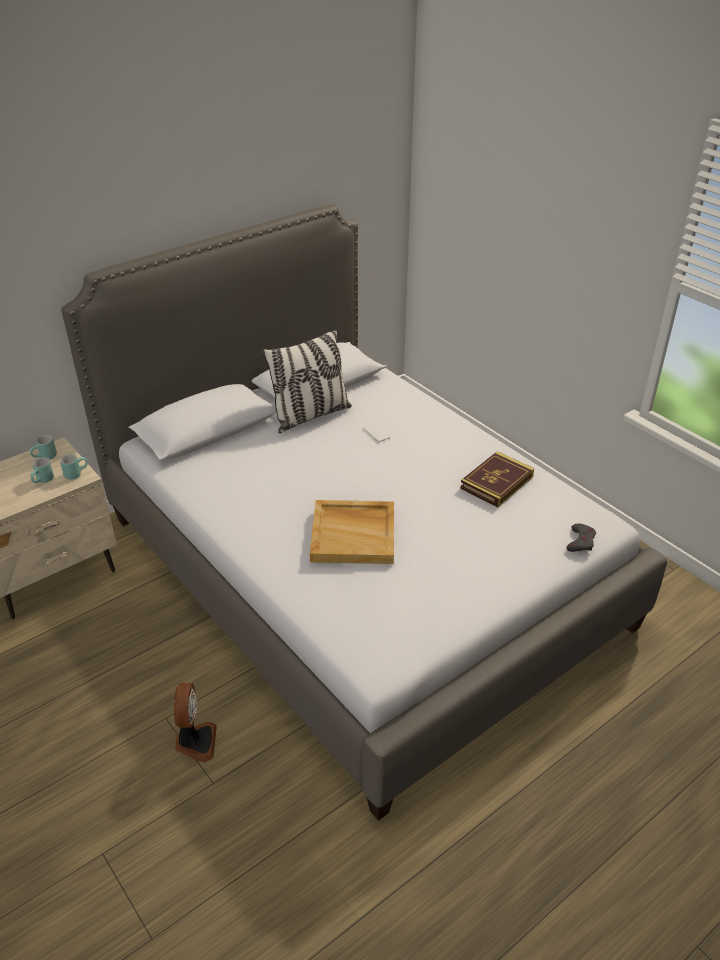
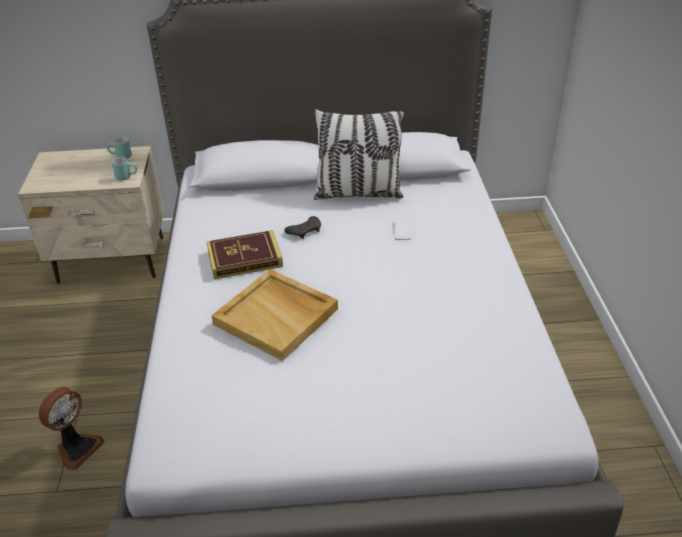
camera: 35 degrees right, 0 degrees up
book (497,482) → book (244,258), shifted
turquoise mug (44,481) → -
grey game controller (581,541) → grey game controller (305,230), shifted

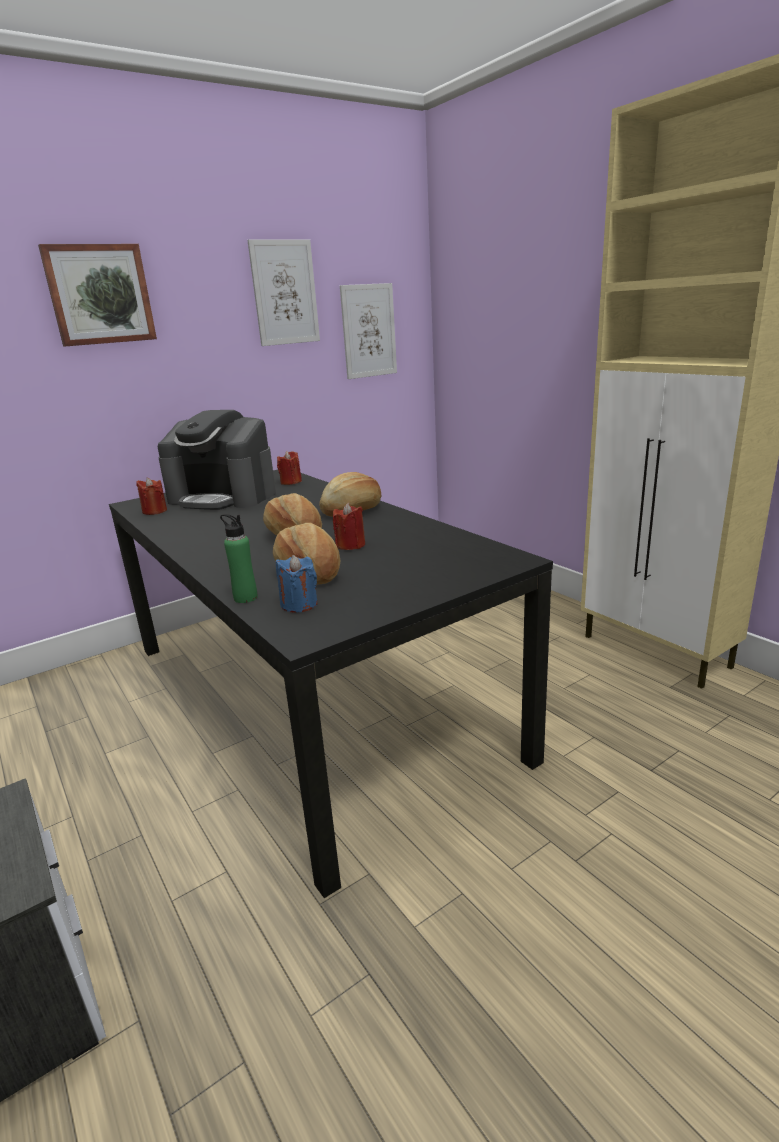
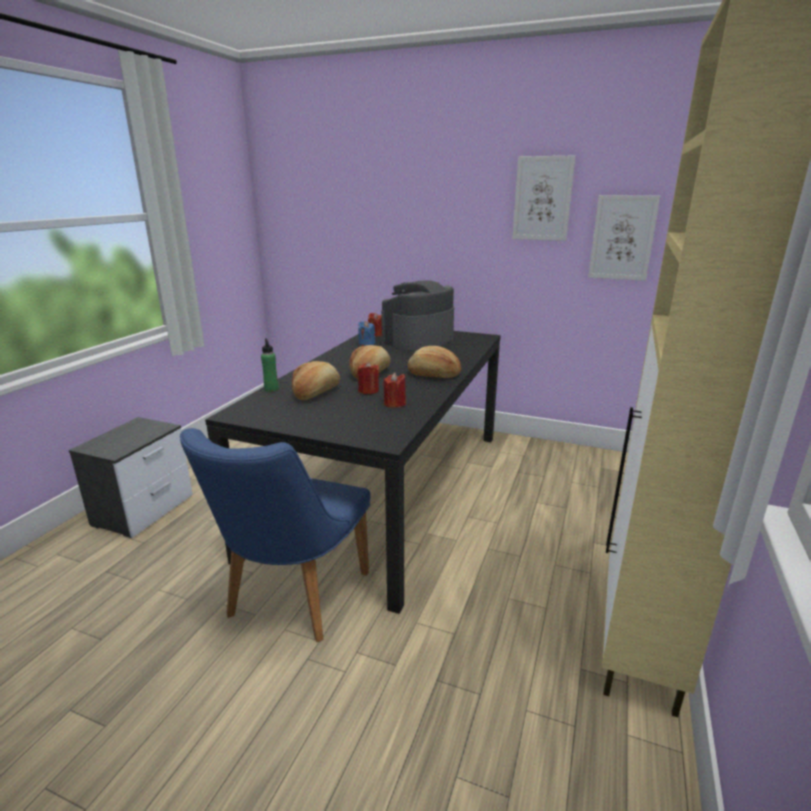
camera: 55 degrees right, 0 degrees up
picture (100,295) → -
coffee machine (224,497) → coffee machine (418,339), 60 degrees clockwise
red candle (291,482) → red candle (394,403), shifted
blue candle (299,604) → blue candle (366,344), shifted
- → blue chair (290,601)

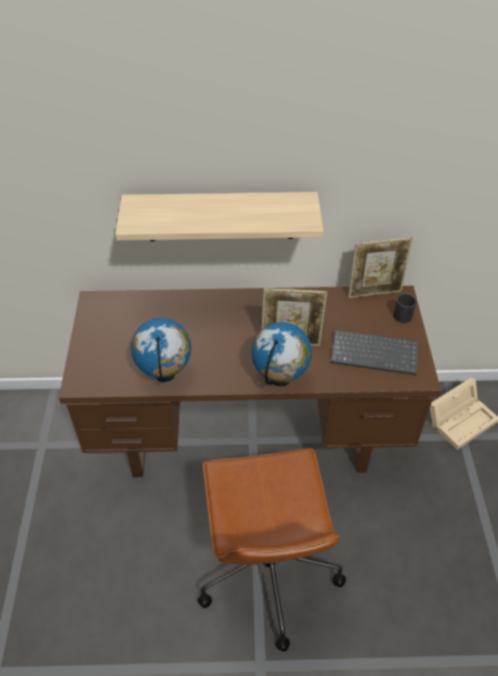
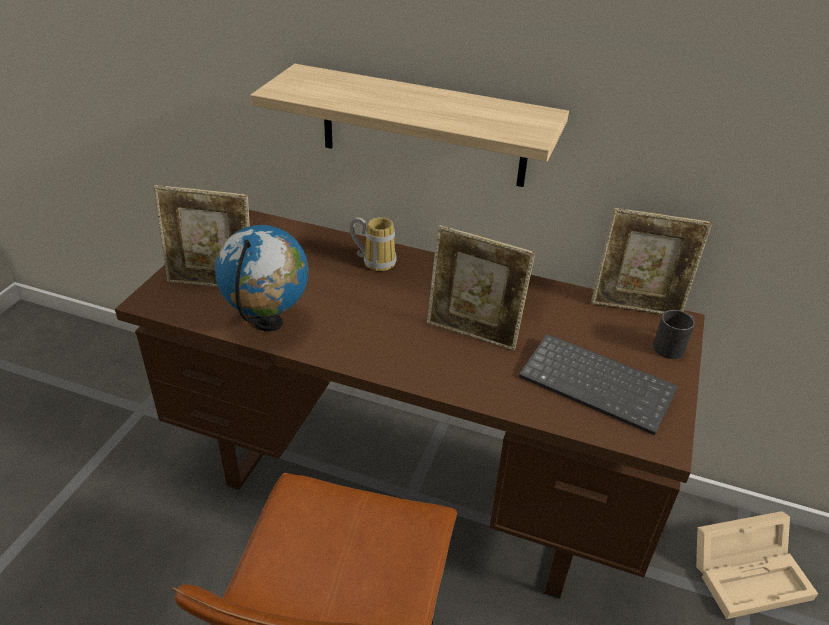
camera: 20 degrees right, 10 degrees down
globe (280,380) → -
- → picture frame (213,283)
- → mug (375,260)

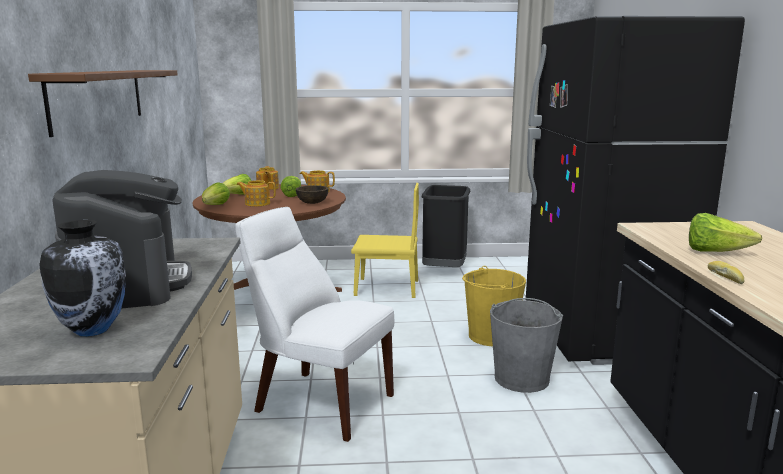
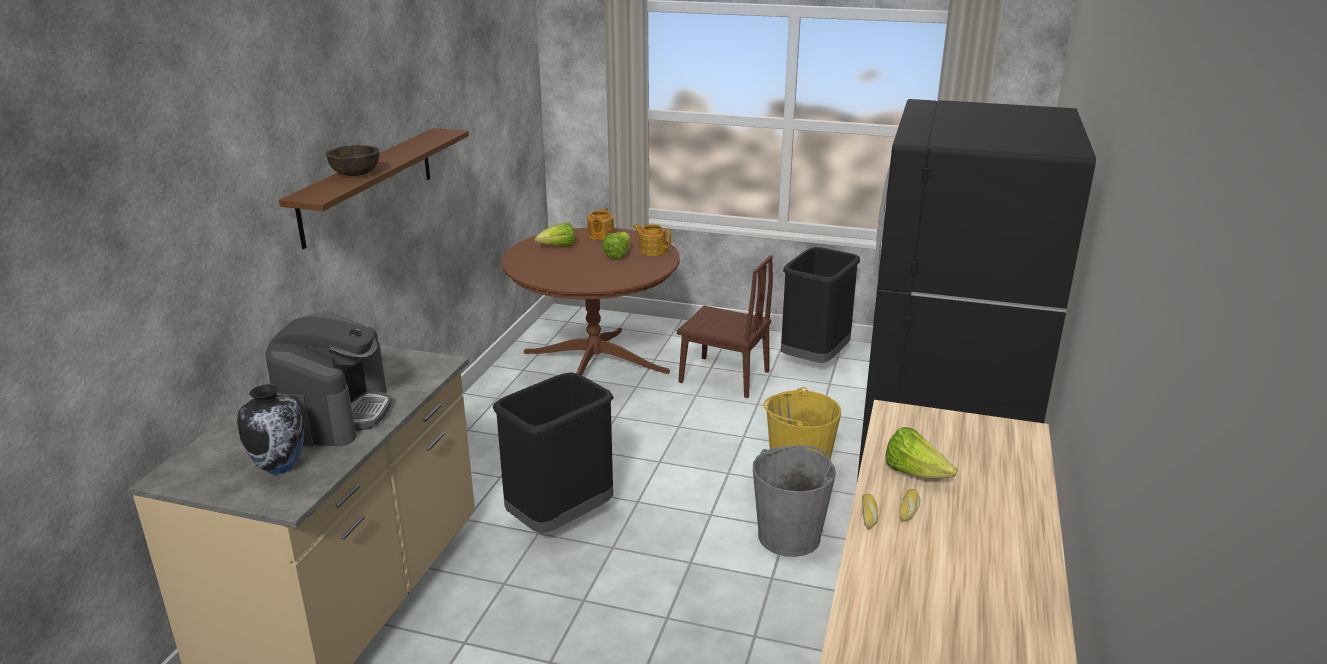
camera: 20 degrees right, 10 degrees up
teapot (257,203) → -
lettuce (215,206) → -
yellow chair (386,288) → brown chair (724,377)
brown bowl (312,203) → brown bowl (355,174), shifted
white chair (319,402) → black trash can (560,518)
- → bread (909,509)

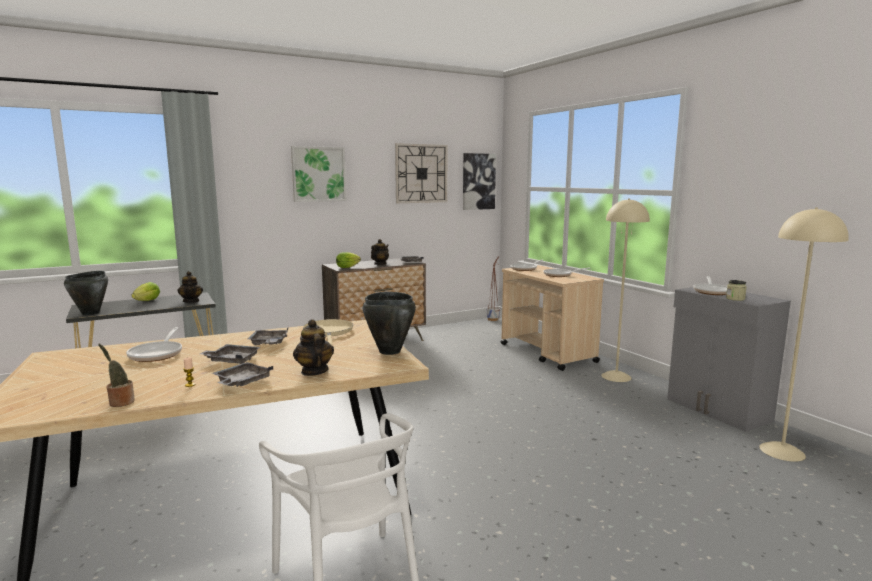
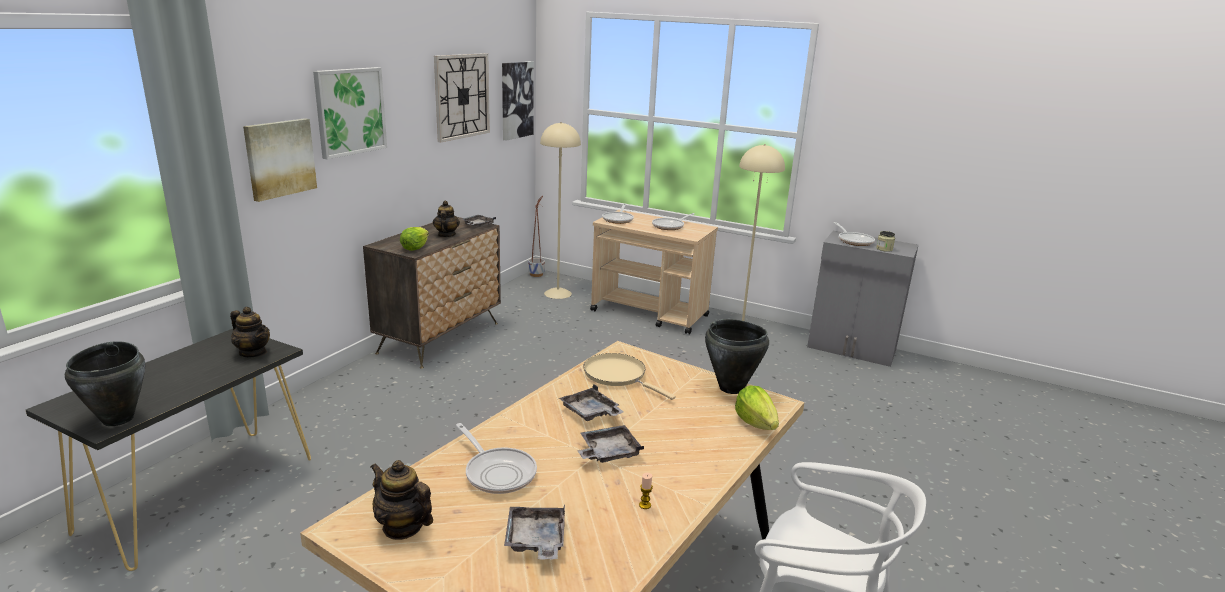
camera: 35 degrees left, 10 degrees up
beige floor lamp (781,451) → beige floor lamp (557,293), shifted
lettuce (147,301) → lettuce (755,423), shifted
teapot (314,371) → teapot (403,527), shifted
potted plant (120,402) → -
grey tray (241,382) → grey tray (536,540), shifted
- → picture (279,158)

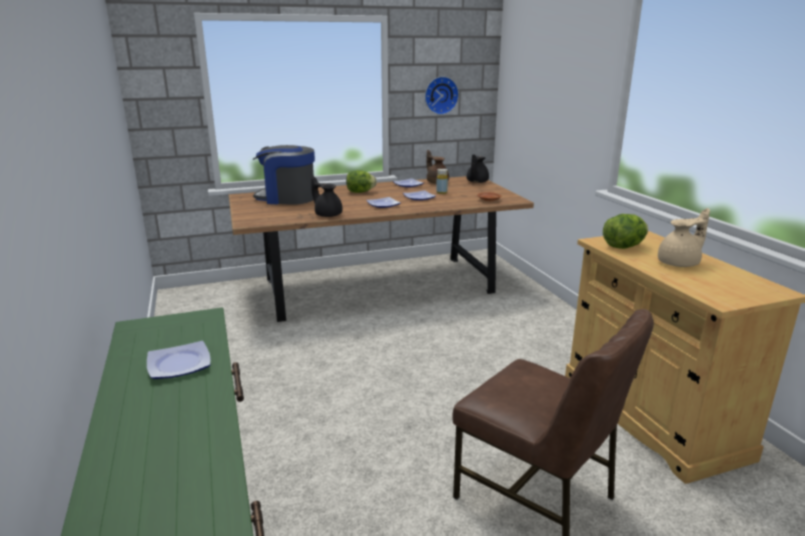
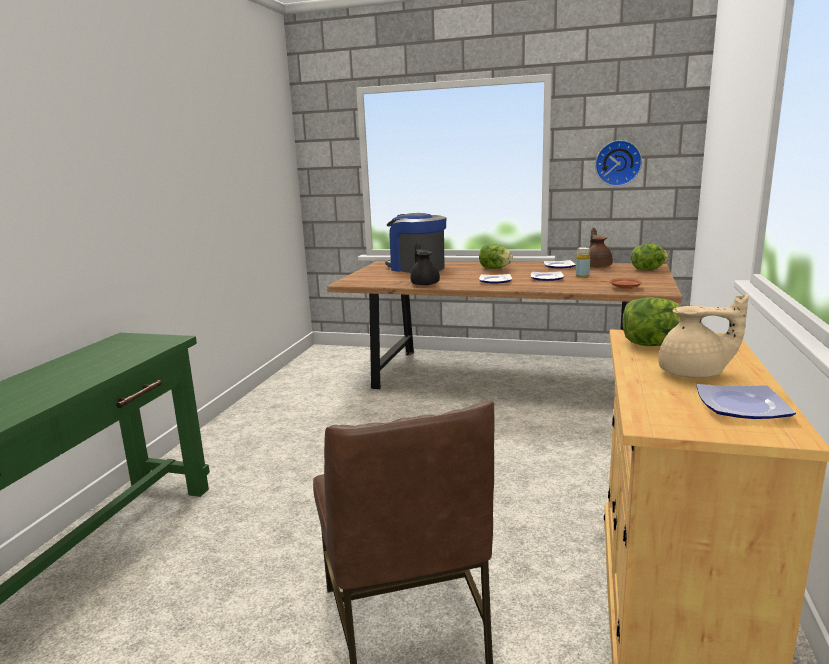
camera: 35 degrees right, 5 degrees down
black teapot (476,182) → lettuce (648,270)
plate (180,364) → plate (744,407), shifted

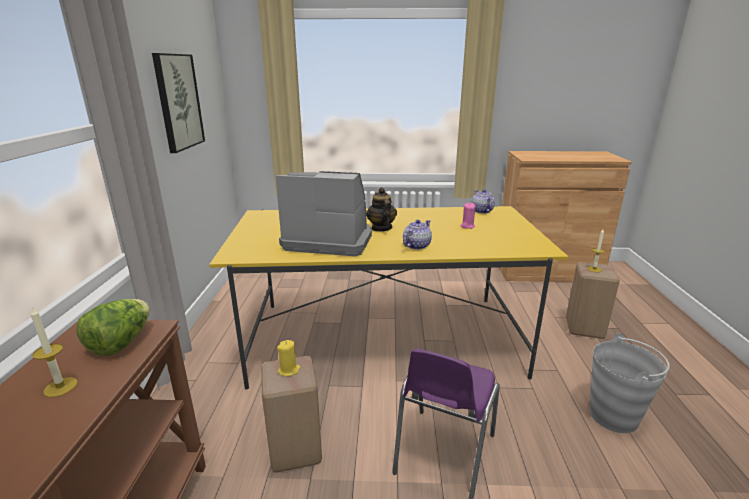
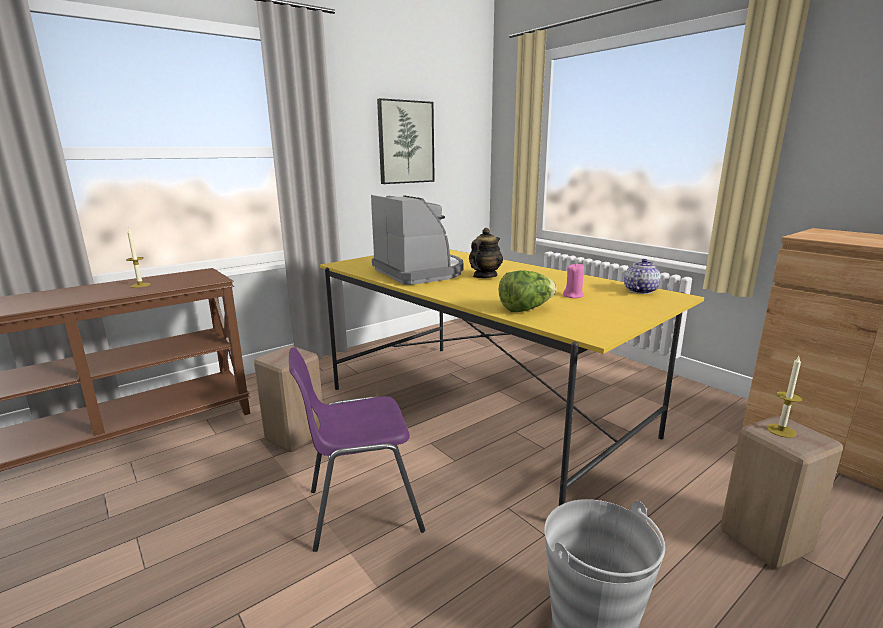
camera: 50 degrees right, 5 degrees down
teapot (416,246) → -
lettuce (121,343) → lettuce (526,309), shifted
yellow candle (289,370) → -

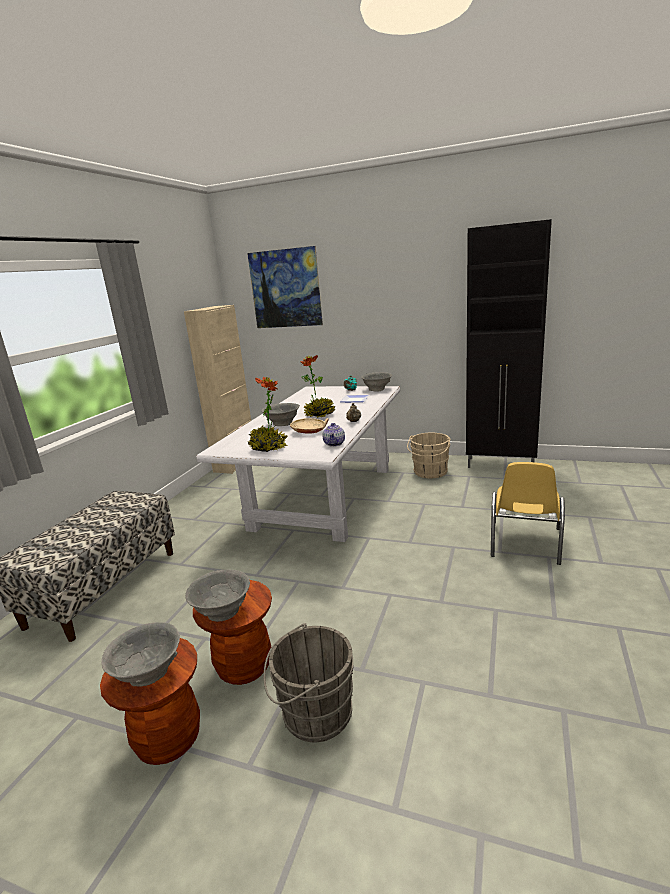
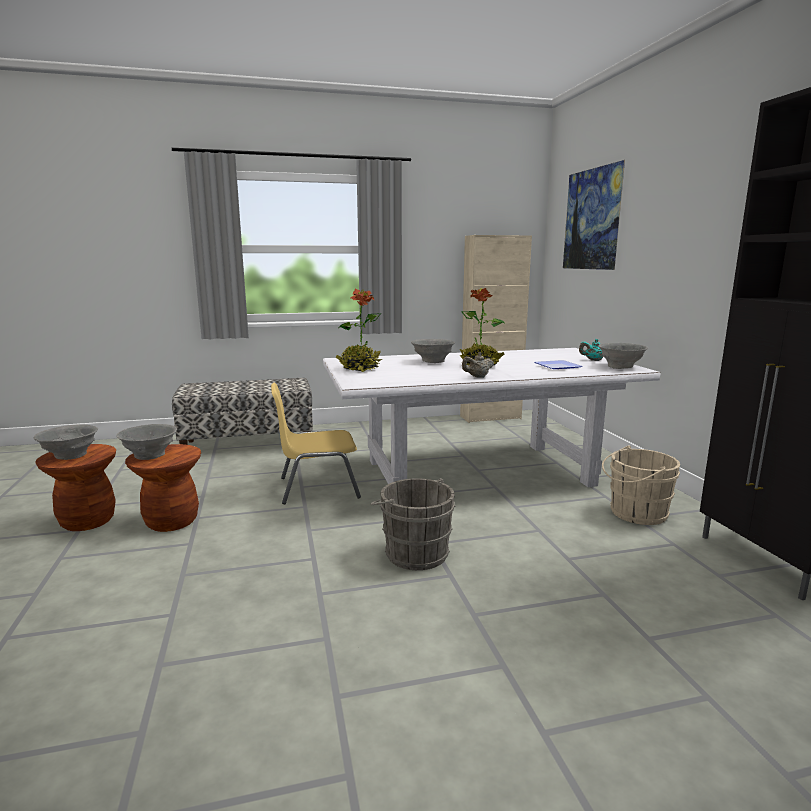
camera: 55 degrees right, 5 degrees down
beige bowl (310,431) → -
teapot (334,443) → -
yellow chair (524,543) → yellow chair (317,487), shifted
grey bucket (313,713) → grey bucket (414,552), shifted

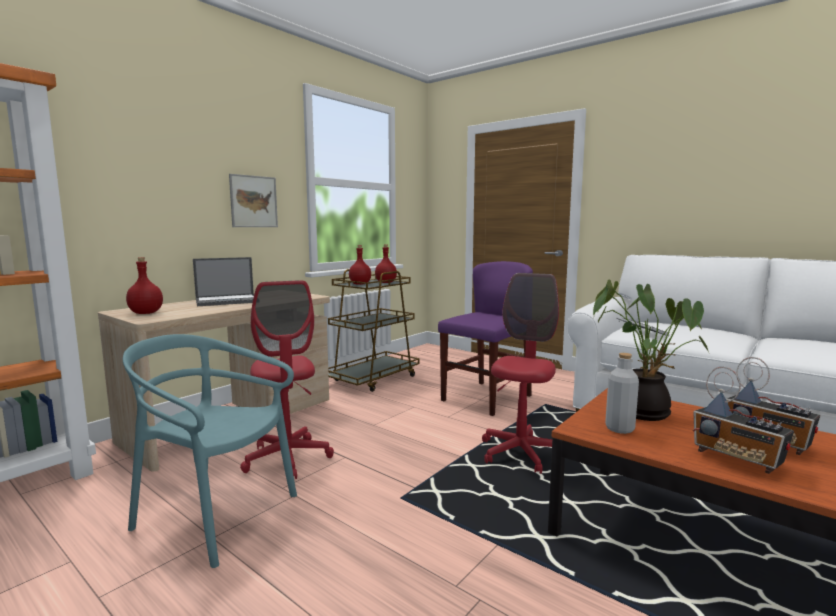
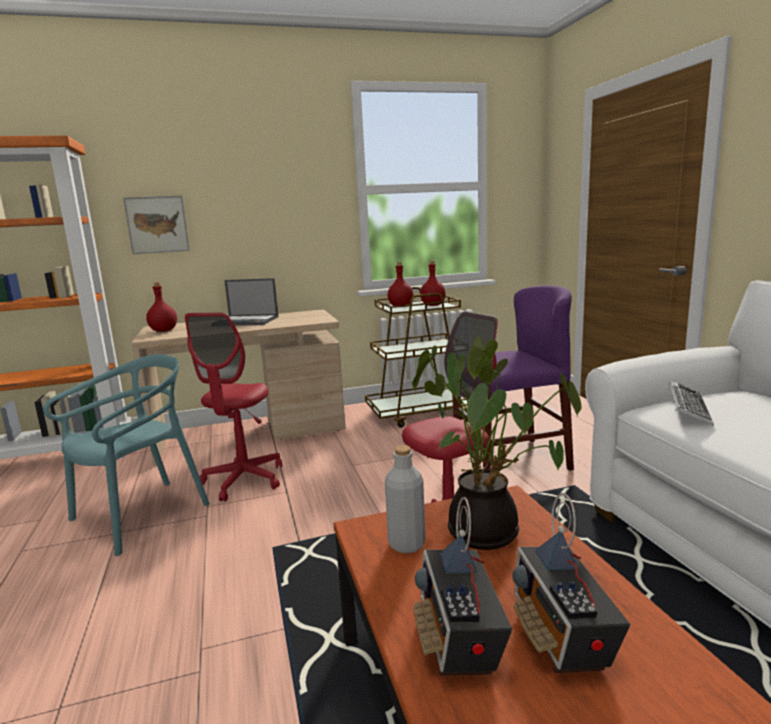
camera: 35 degrees right, 5 degrees up
picture (253,201) → picture (157,224), shifted
turquoise chair (215,516) → turquoise chair (140,515), 75 degrees clockwise

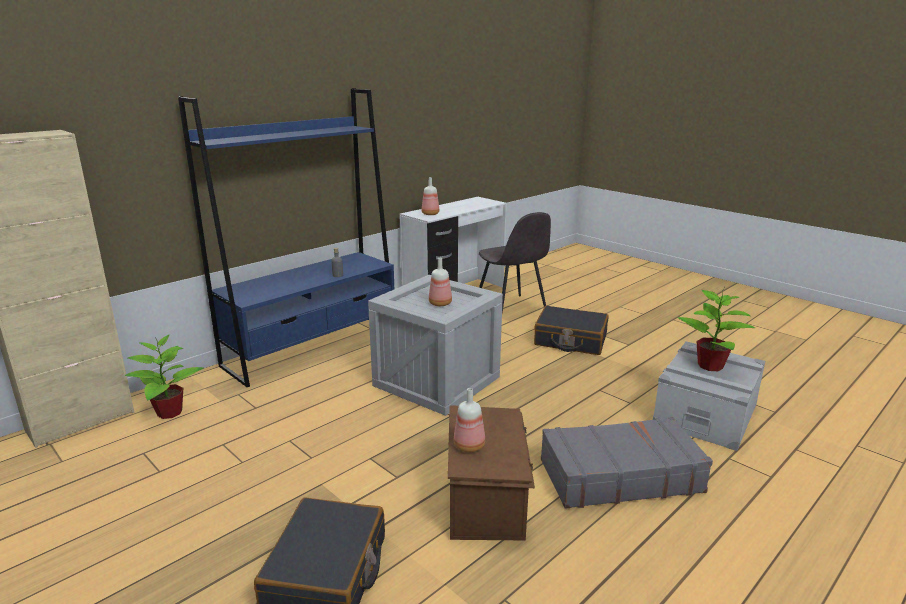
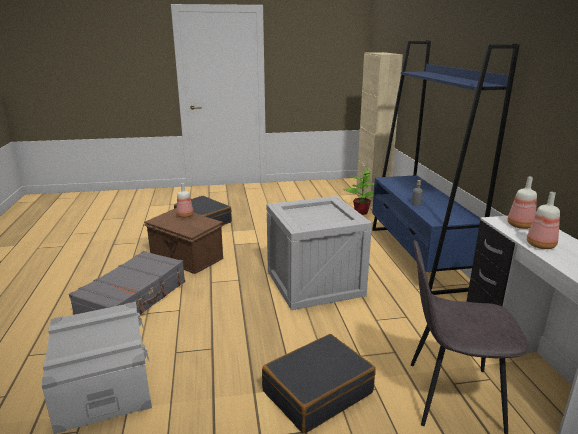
camera: 125 degrees right, 0 degrees up
bottle (440,303) → bottle (541,246), shifted
potted plant (711,366) → -

